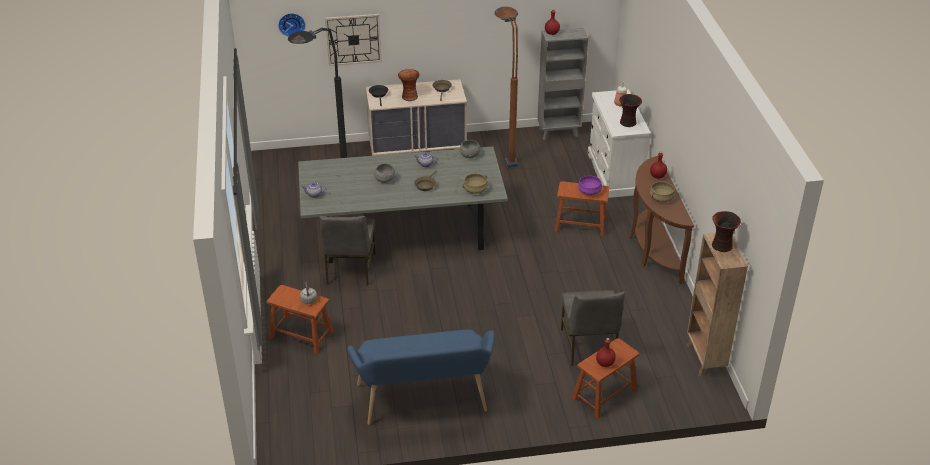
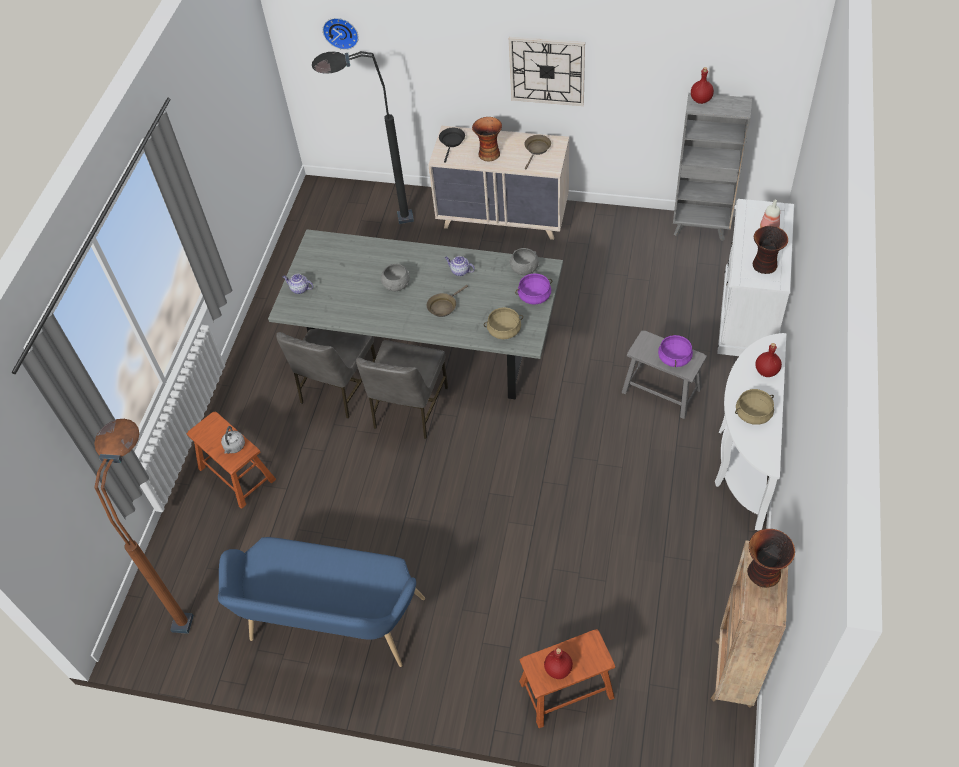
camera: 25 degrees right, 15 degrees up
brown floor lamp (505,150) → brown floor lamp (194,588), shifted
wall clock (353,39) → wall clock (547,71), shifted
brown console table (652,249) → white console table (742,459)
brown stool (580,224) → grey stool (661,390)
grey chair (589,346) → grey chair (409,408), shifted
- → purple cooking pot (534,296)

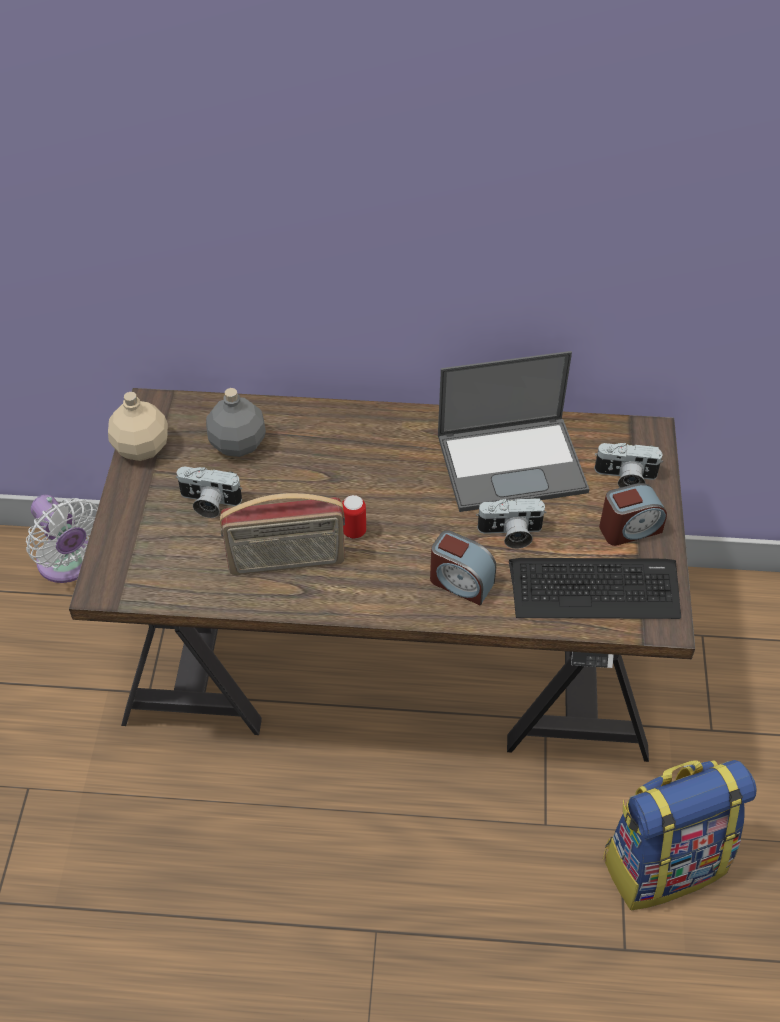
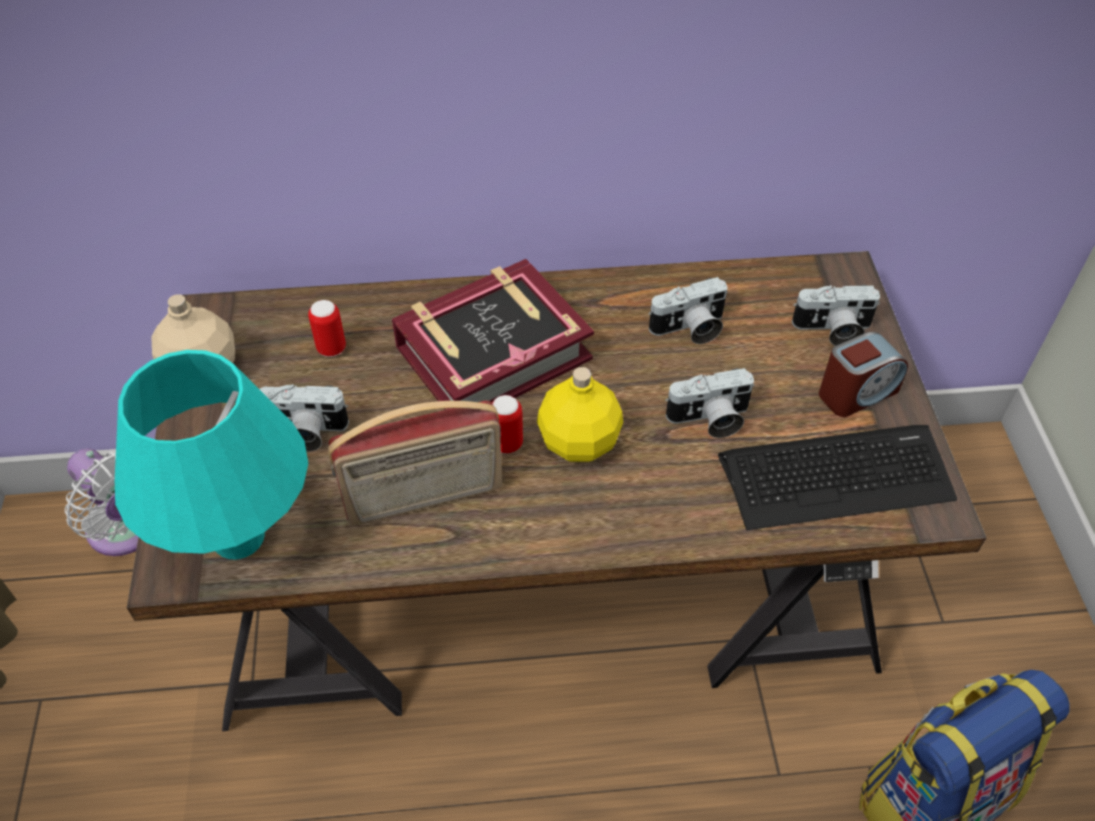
camera: 10 degrees left, 0 degrees up
laptop (513,463) → photo camera (690,329)
grey bottle (238,443) → can (331,348)
alarm clock (460,582) → -
- → book (492,352)
- → turquoise table lamp (238,537)
- → yellow bottle (578,441)

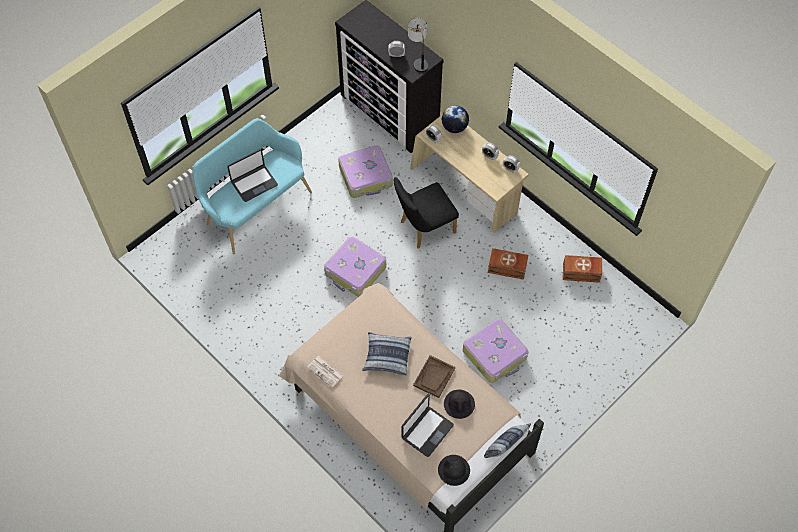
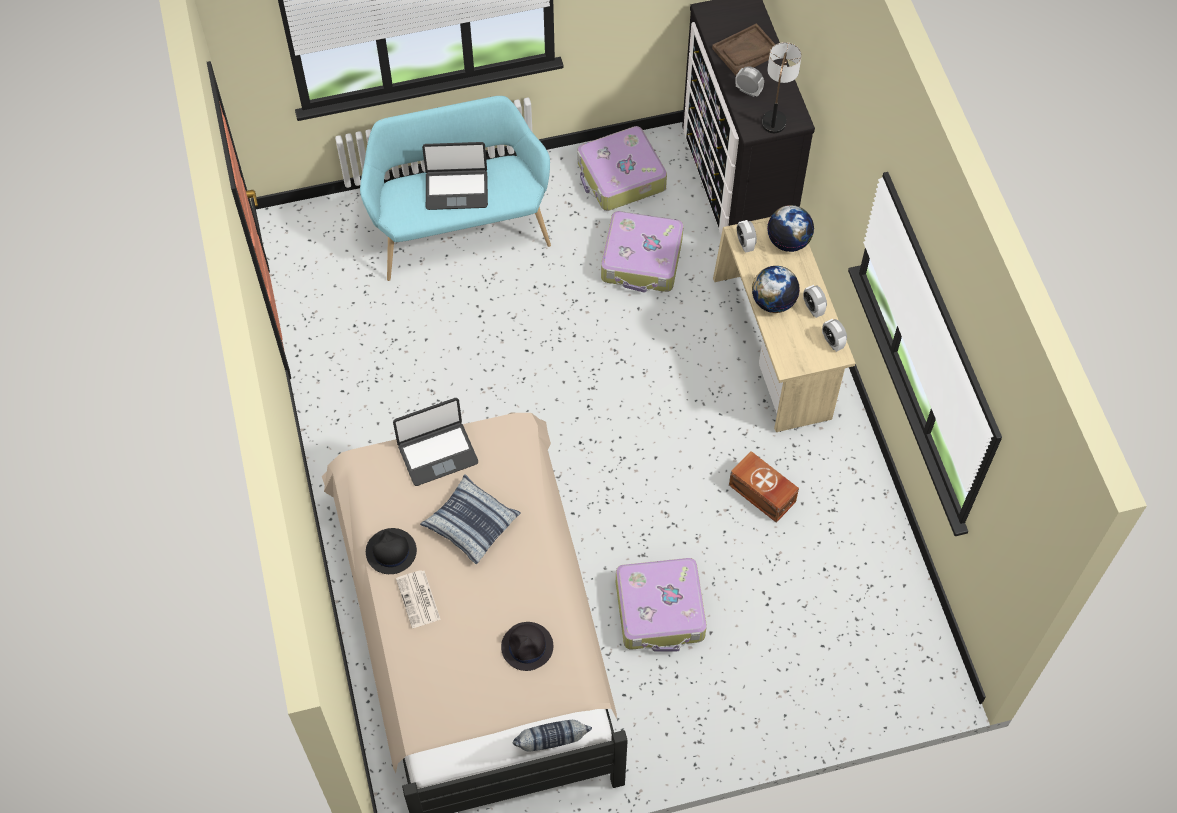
camera: 30 degrees right, 0 degrees up
black chair (423,228) → -
suitcase (355,271) → suitcase (620,177), shifted
brown storage box (581,273) → -
brown tray (434,377) → brown tray (746,51), shifted
newspaper (325,371) → newspaper (419,600), shifted
laptop (427,431) → laptop (437,453), shifted
black hat (453,470) → black hat (390,551), shifted
- → globe (773,302)

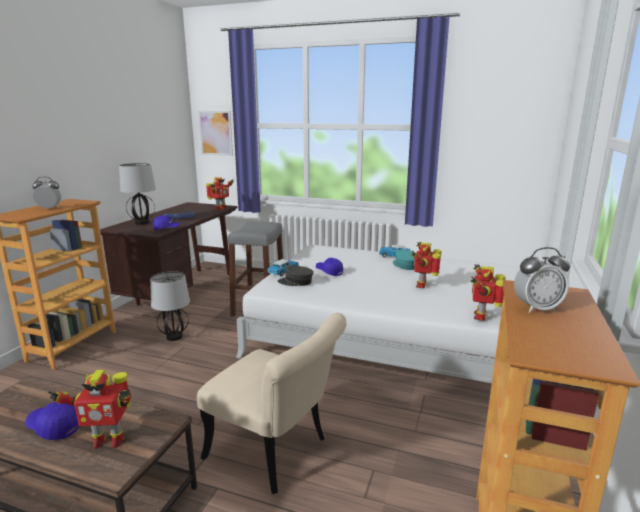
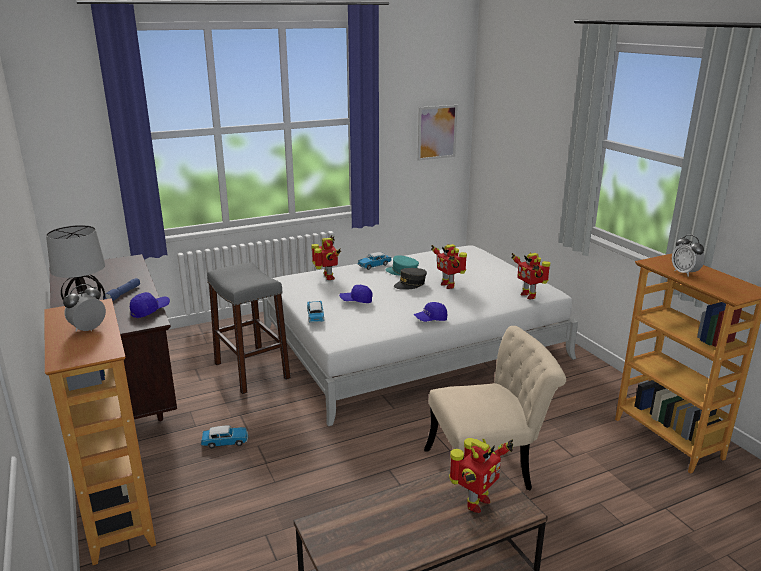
camera: 45 degrees left, 5 degrees up
picture (215,133) → picture (437,132), shifted
toy robot (220,209) → toy robot (327,277), shifted
alarm clock (537,308) → alarm clock (685,273), 120 degrees clockwise
grey cap (296,282) → grey cap (410,284), shifted
table lamp (174,337) → toy car (225,442)
blue cap (54,427) → blue cap (430,319), shifted

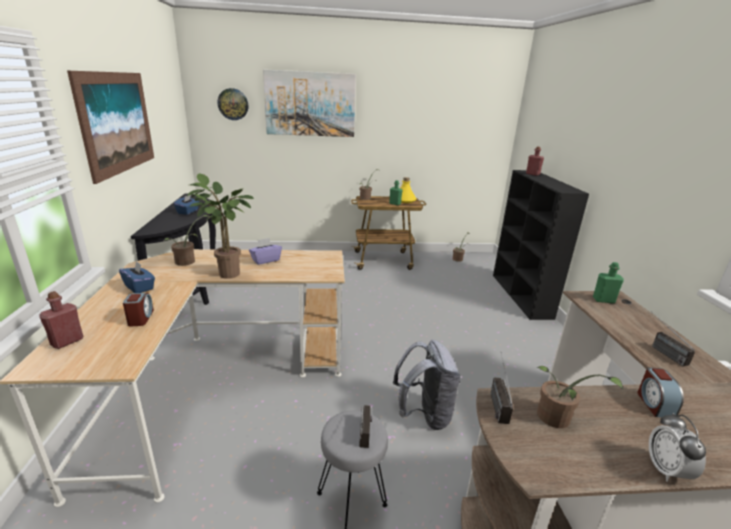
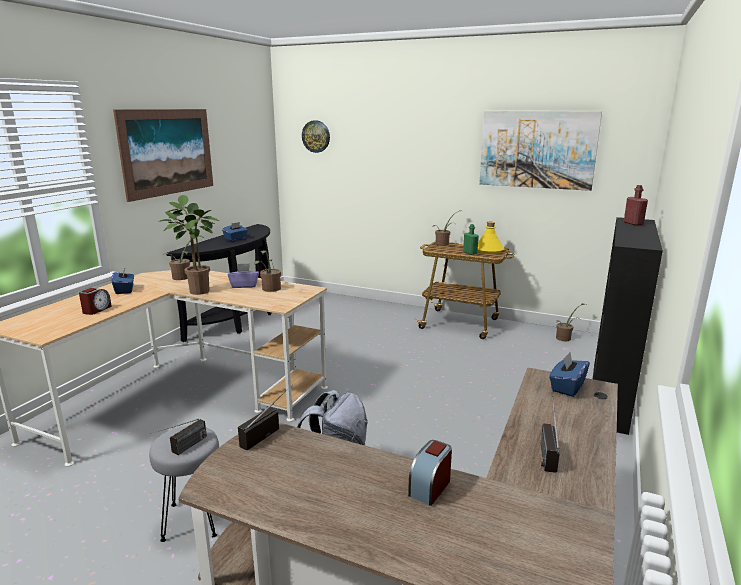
camera: 30 degrees right, 5 degrees down
picture (310,104) → picture (537,149), shifted
green bottle (603,300) → blue tissue box (567,387)
red bottle (67,341) → -
potted plant (556,420) → potted plant (270,289), shifted
alarm clock (666,470) → -

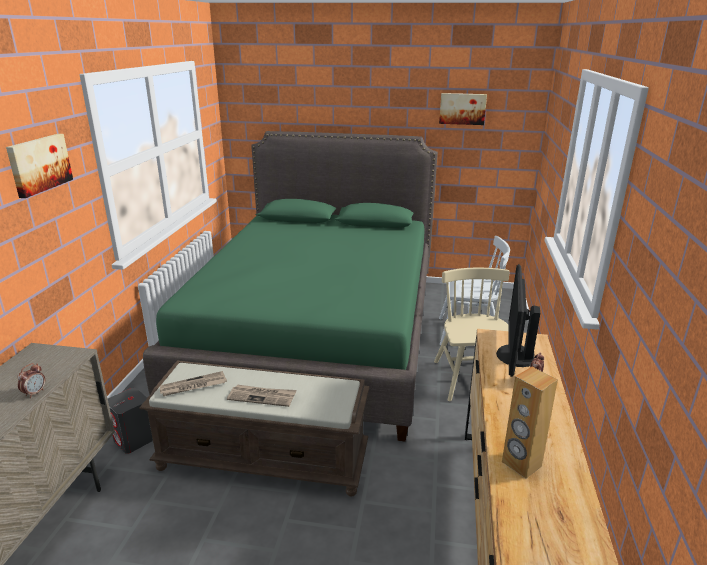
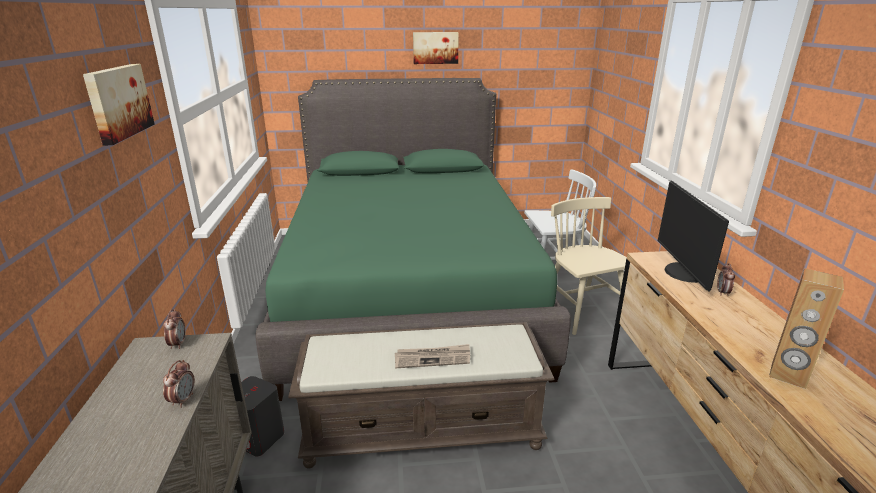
camera: 15 degrees left, 0 degrees up
picture (462,108) → picture (435,48), shifted
newspaper (193,386) → -
- → alarm clock (178,344)

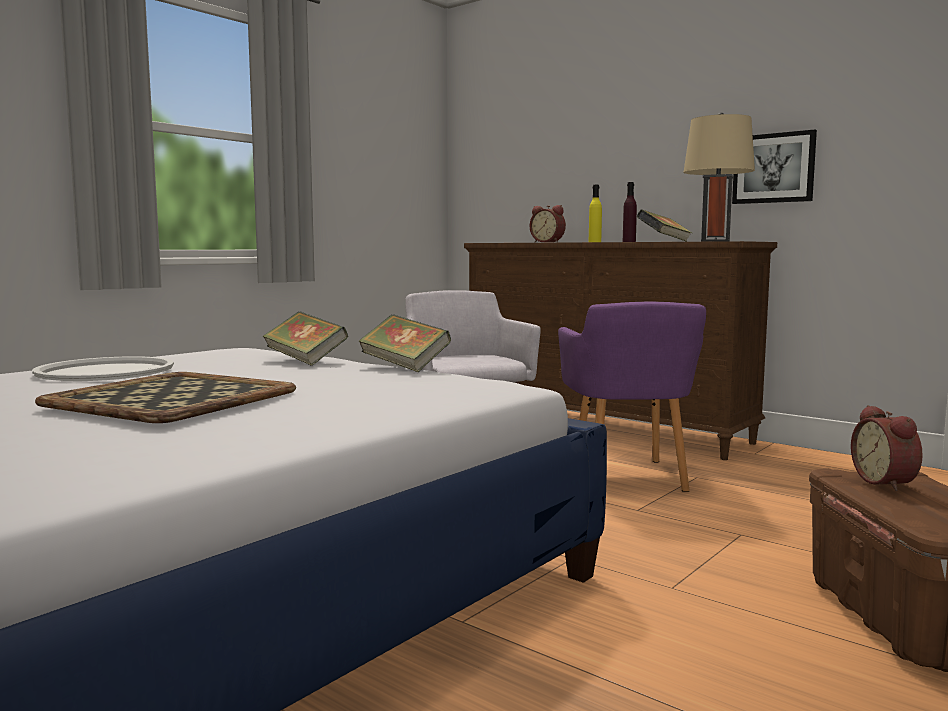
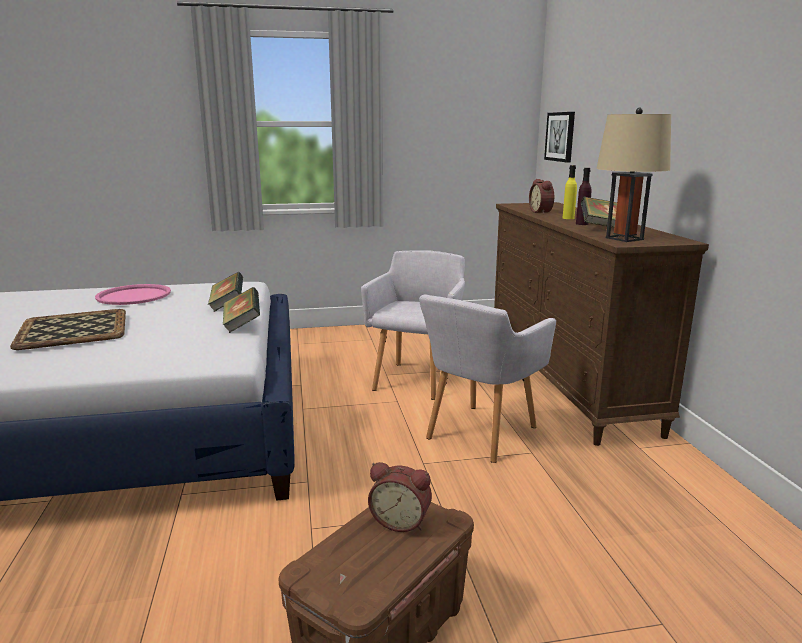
camera: 40 degrees right, 10 degrees up
picture (773,168) → picture (560,136), shifted
purple armchair (628,478) → grey armchair (478,434)
white tray (105,371) → pink tray (133,296)
alarm clock (886,482) → alarm clock (401,521), 105 degrees counterclockwise

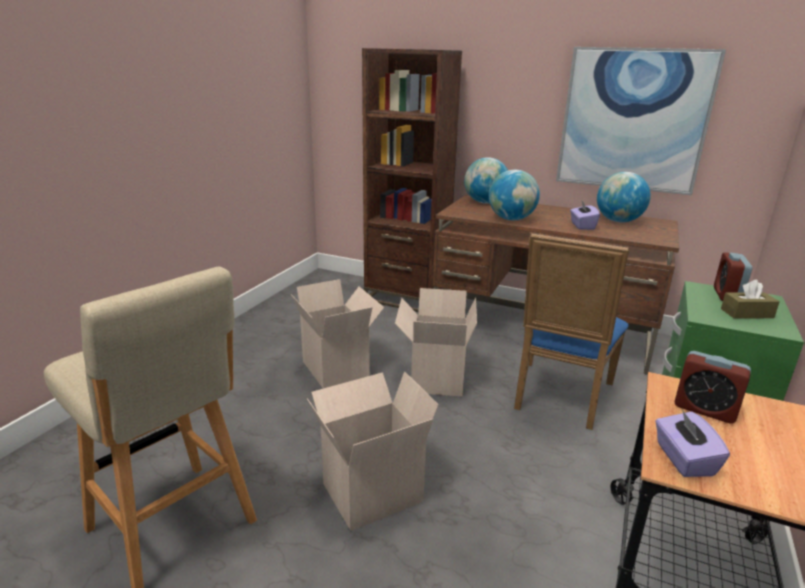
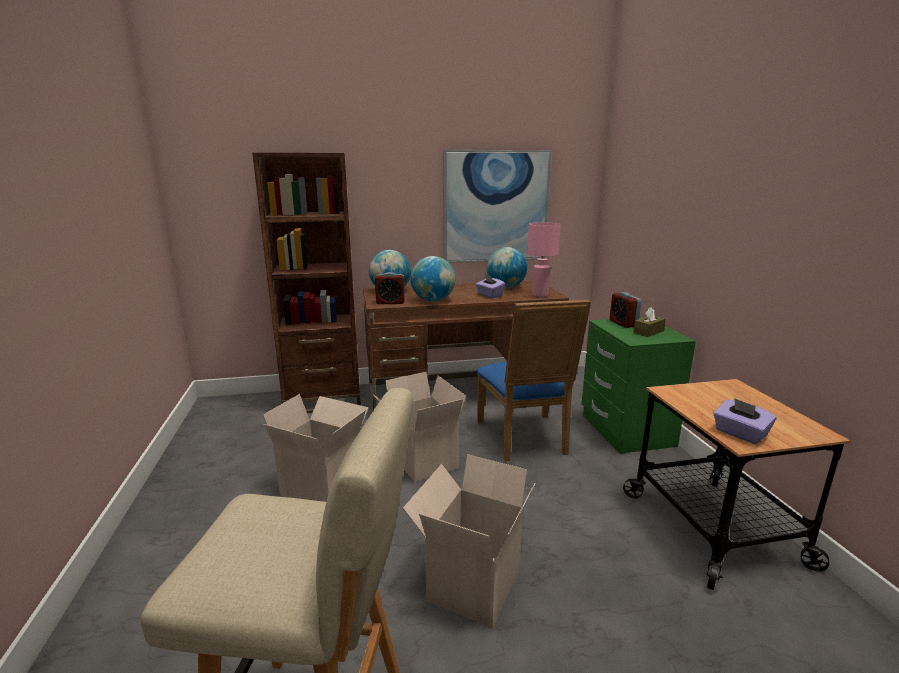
camera: 35 degrees left, 5 degrees down
alarm clock (704,409) → alarm clock (390,302), shifted
- → pink table lamp (540,295)

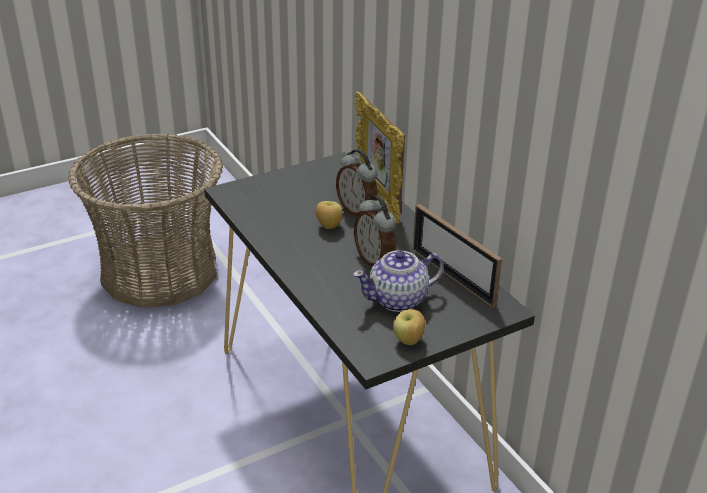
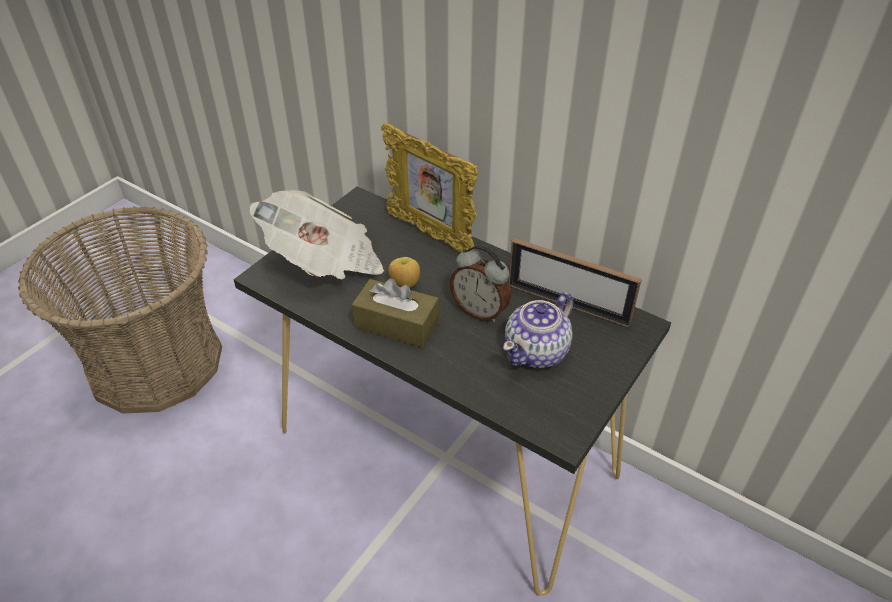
camera: 25 degrees left, 10 degrees up
alarm clock (357,210) → -
apple (408,340) → -
- → newspaper (324,261)
- → brown tissue box (396,324)

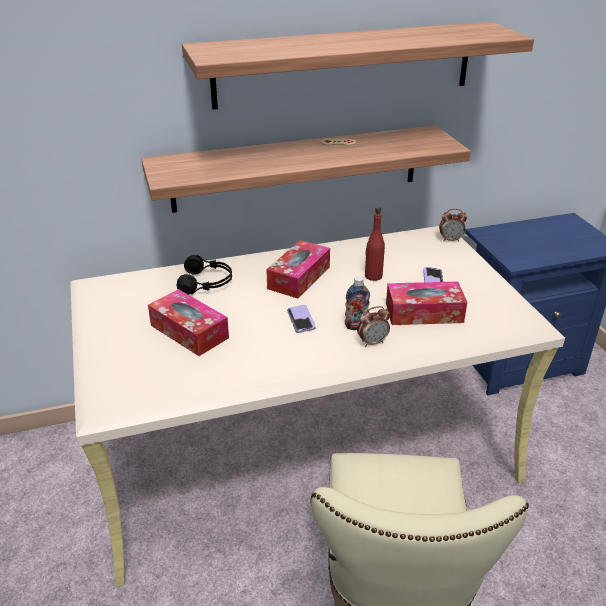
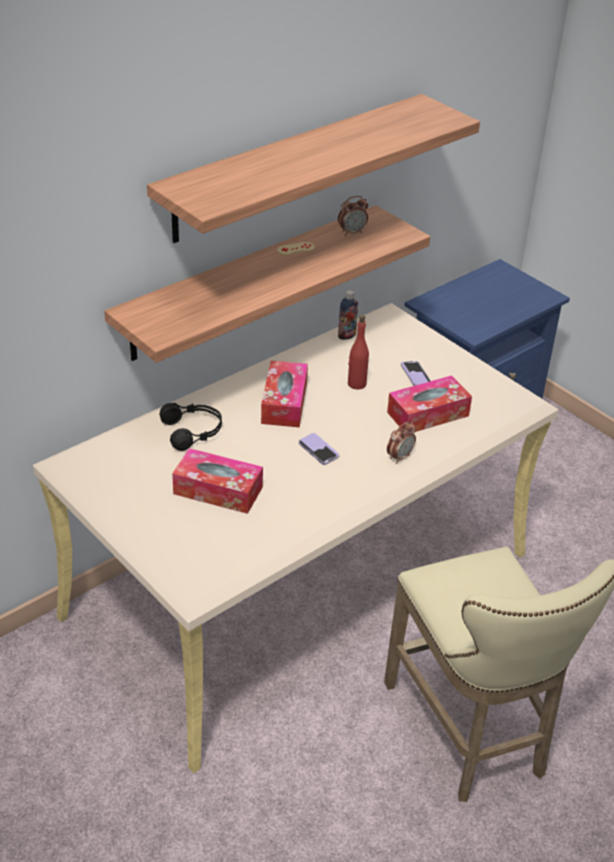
camera: 25 degrees left, 5 degrees up
alarm clock (450,240) → alarm clock (352,232), shifted
bottle (356,326) → bottle (347,335), shifted

